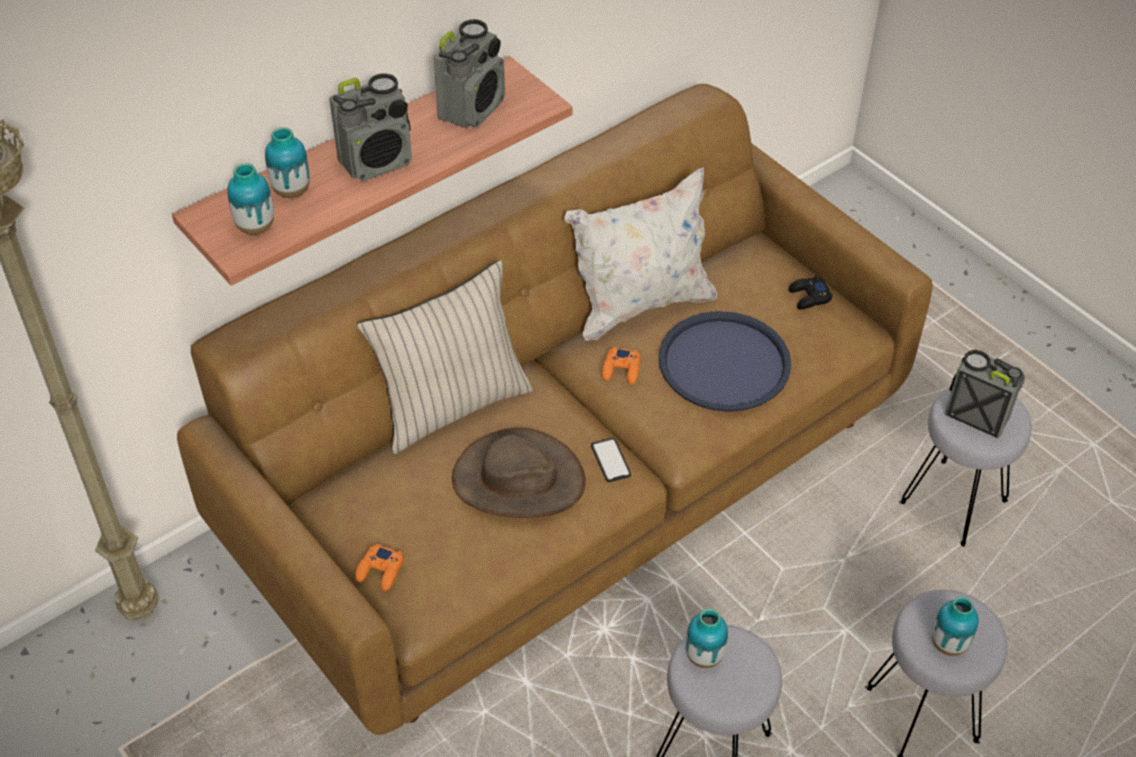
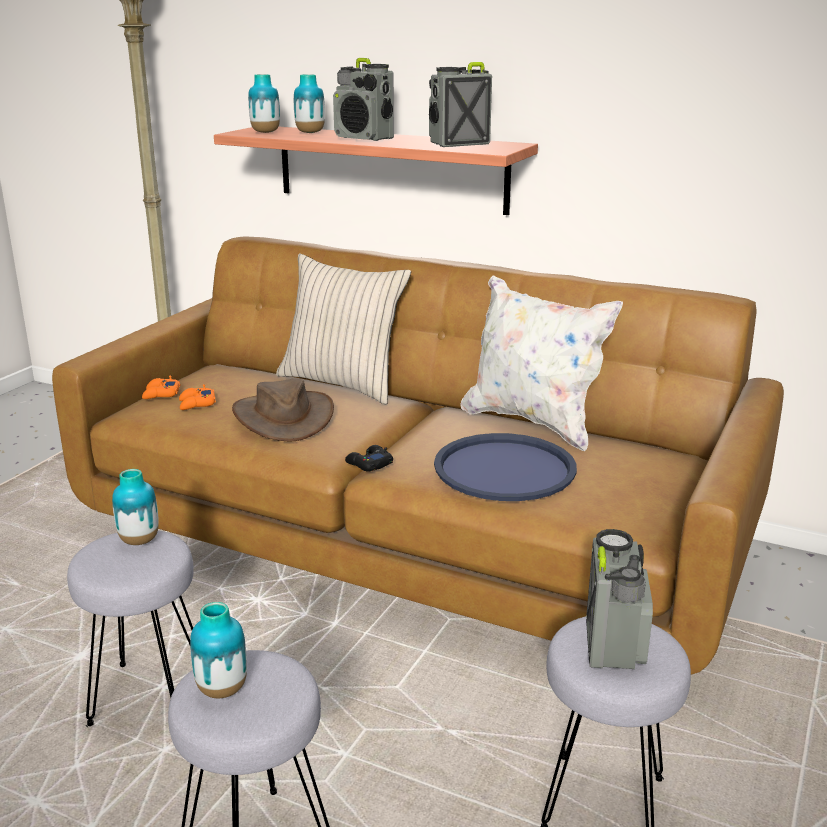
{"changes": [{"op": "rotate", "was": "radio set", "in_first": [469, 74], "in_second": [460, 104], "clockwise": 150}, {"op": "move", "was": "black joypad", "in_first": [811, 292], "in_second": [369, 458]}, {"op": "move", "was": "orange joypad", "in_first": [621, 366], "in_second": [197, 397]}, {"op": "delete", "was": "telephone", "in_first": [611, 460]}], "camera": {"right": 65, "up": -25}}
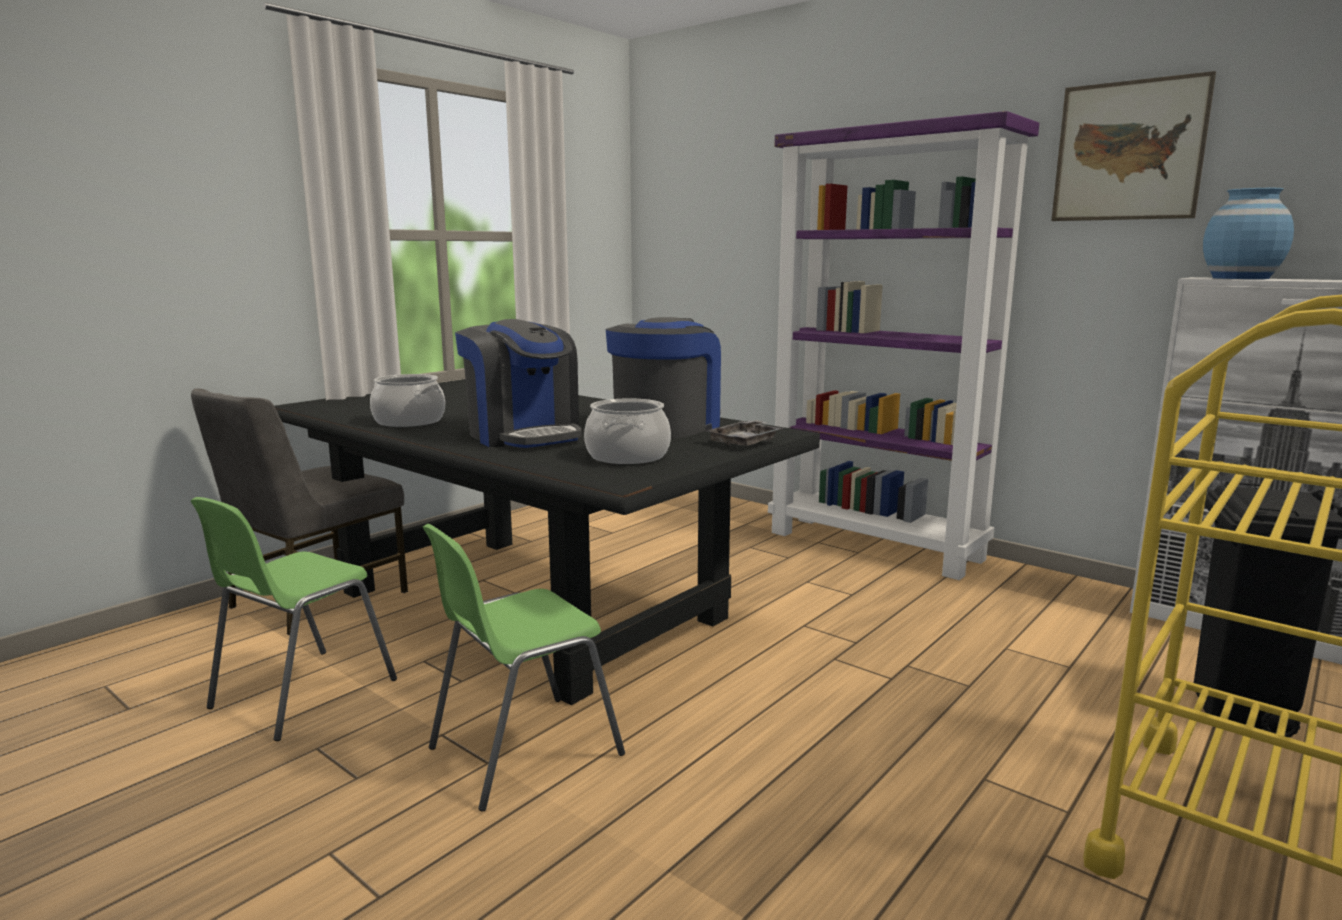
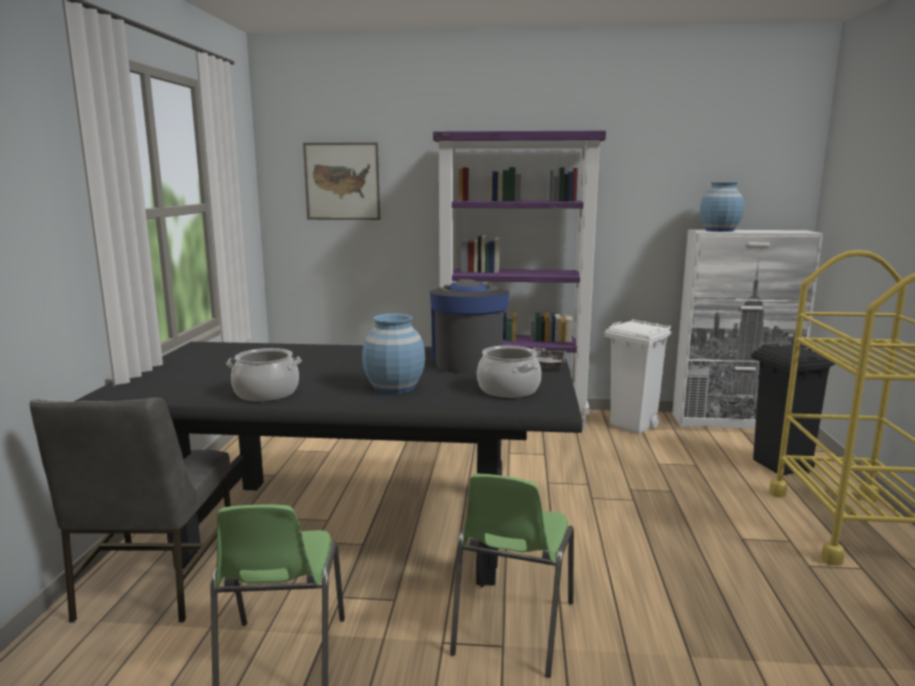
{"changes": [{"op": "move", "was": "wall picture", "in_first": [1133, 146], "in_second": [341, 181]}, {"op": "replace", "was": "coffee brewer", "now": "blue-coloured flower vase", "in_first": [518, 383], "in_second": [393, 353]}, {"op": "insert", "now": "whitish rubbish bin", "in_second": [638, 376]}], "camera": {"right": -35, "up": 0}}
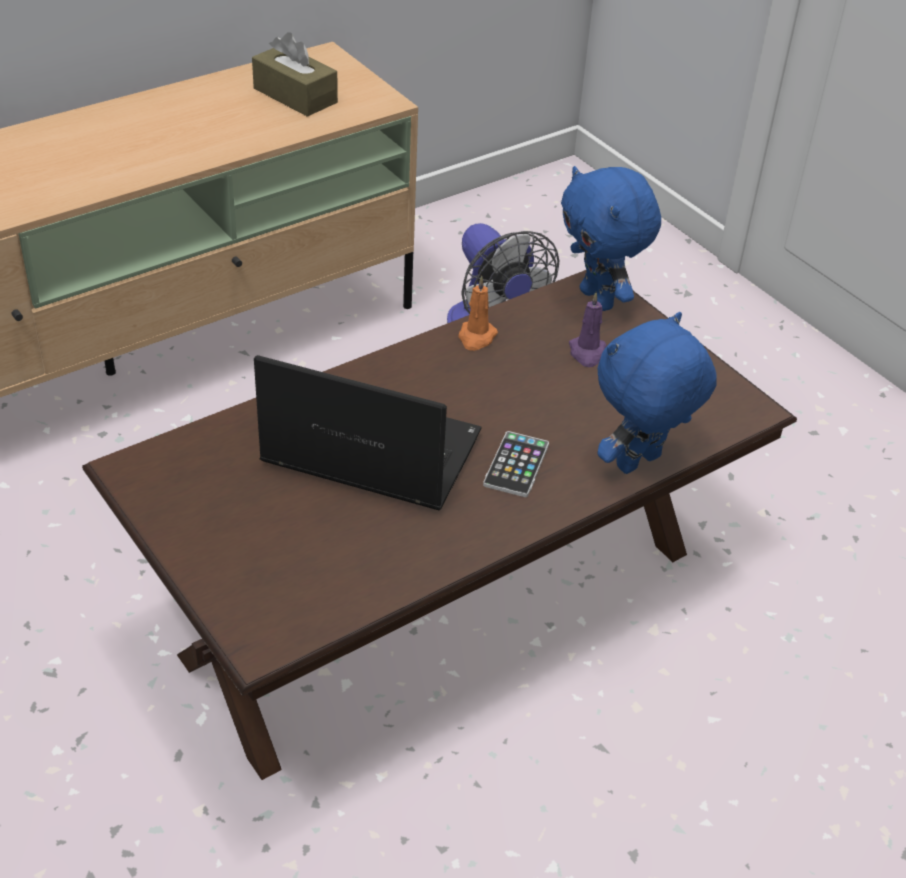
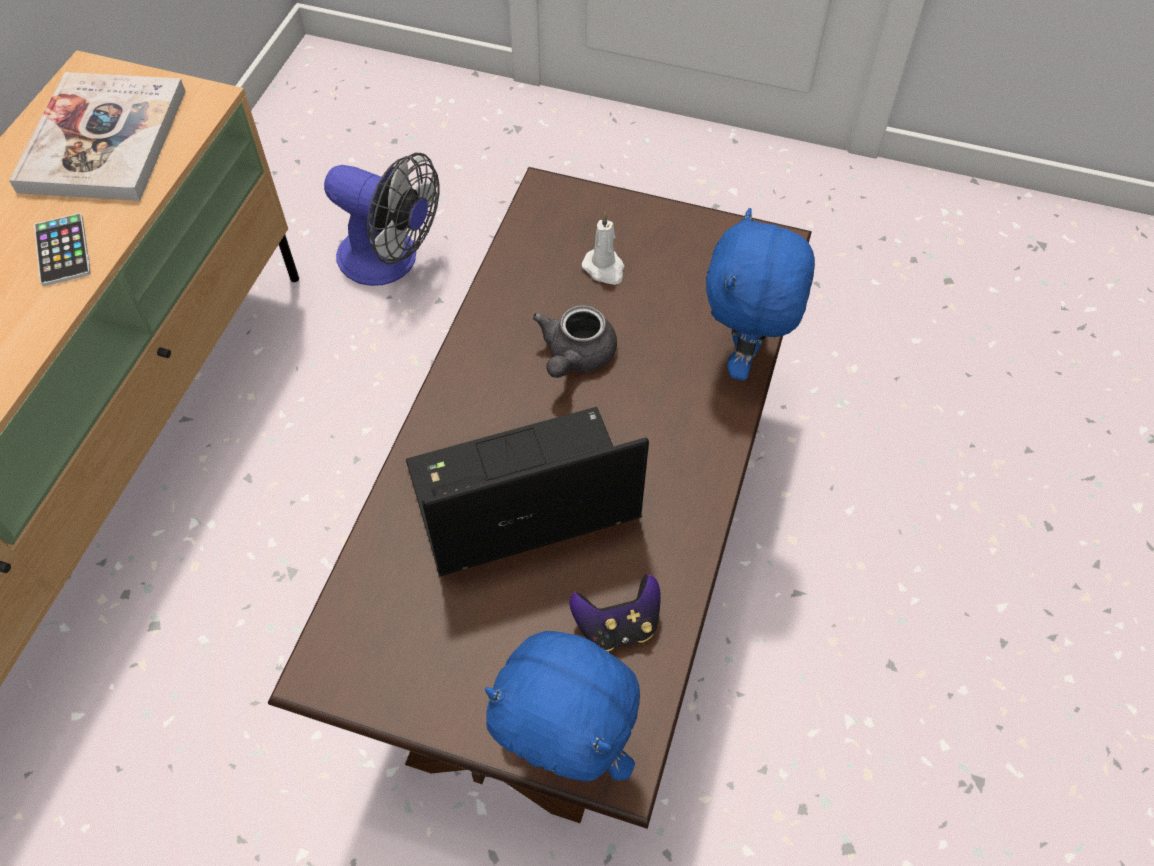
{"changes": [{"op": "replace", "was": "brown tissue box", "now": "bound book", "in_first": [295, 74], "in_second": [97, 136]}, {"op": "move", "was": "blue-coloured soft toy", "in_first": [611, 238], "in_second": [562, 706]}, {"op": "delete", "was": "orange wax candle", "in_first": [478, 313]}, {"op": "recolor", "was": "purple-coloured wax candle", "now": "whitish wax candle", "in_first": [587, 329], "in_second": [603, 249]}, {"op": "move", "was": "telephone", "in_first": [516, 464], "in_second": [62, 249]}, {"op": "insert", "now": "gray pot for tea", "in_second": [574, 341]}, {"op": "insert", "now": "joypad", "in_second": [615, 612]}], "camera": {"right": -35, "up": 15}}
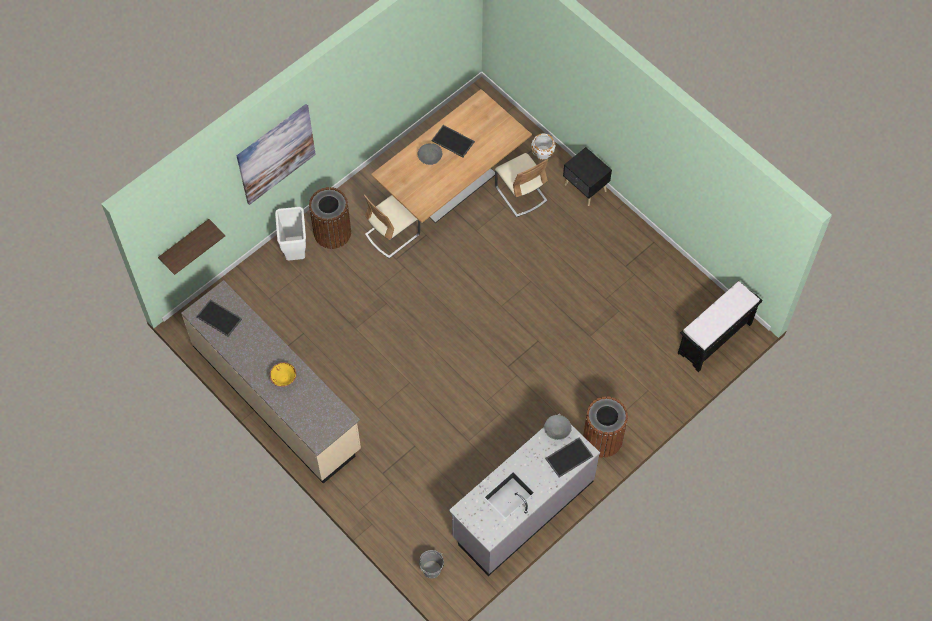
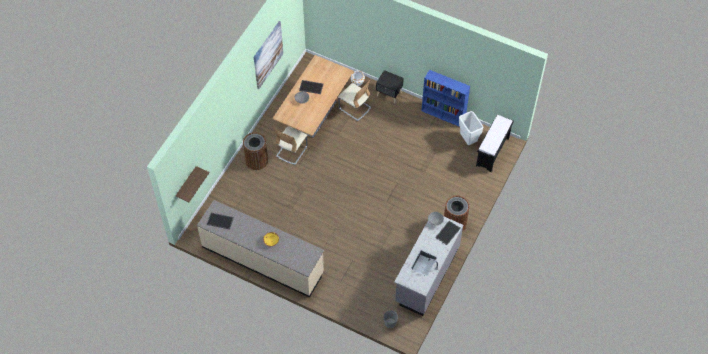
{"changes": [{"op": "move", "was": "wall picture", "in_first": [276, 154], "in_second": [268, 55]}, {"op": "move", "was": "whitish rubbish bin", "in_first": [290, 234], "in_second": [471, 128]}, {"op": "insert", "now": "blue-coloured bookcase", "in_second": [445, 98]}], "camera": {"right": -20, "up": -5}}
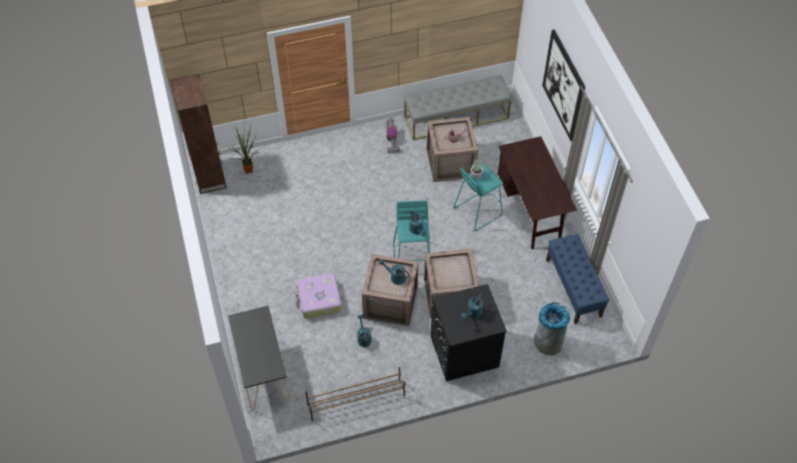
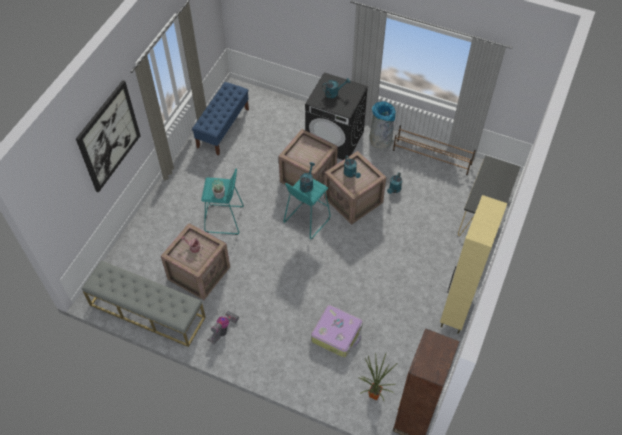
{"changes": [{"op": "delete", "was": "brown desk", "in_first": [537, 192]}, {"op": "move", "was": "travel case", "in_first": [319, 296], "in_second": [337, 331]}, {"op": "move", "was": "gray rubbish bin", "in_first": [552, 328], "in_second": [382, 125]}, {"op": "insert", "now": "beige-coloured cabinet", "in_second": [473, 264]}], "camera": {"right": -140, "up": 0}}
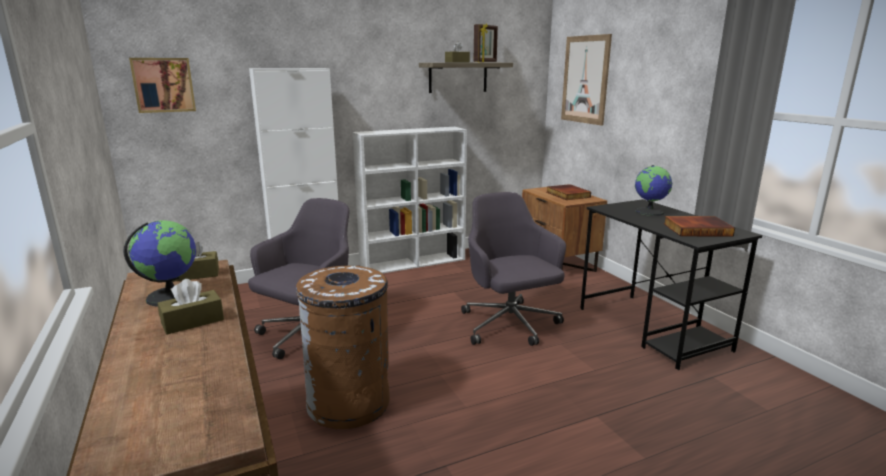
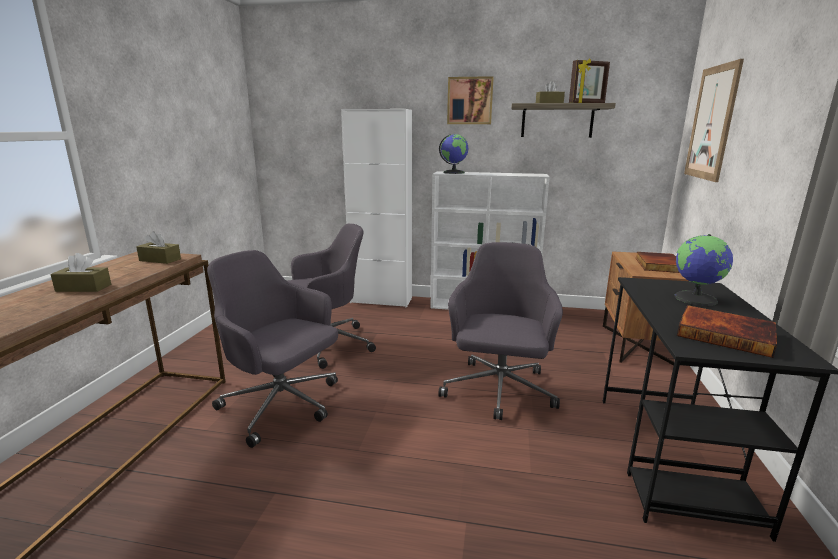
{"changes": [{"op": "move", "was": "wall picture", "in_first": [162, 85], "in_second": [470, 100]}, {"op": "move", "was": "world globe", "in_first": [159, 263], "in_second": [454, 154]}, {"op": "replace", "was": "brown rubbish bin", "now": "gray desk chair", "in_first": [343, 347], "in_second": [272, 349]}], "camera": {"right": 35, "up": 0}}
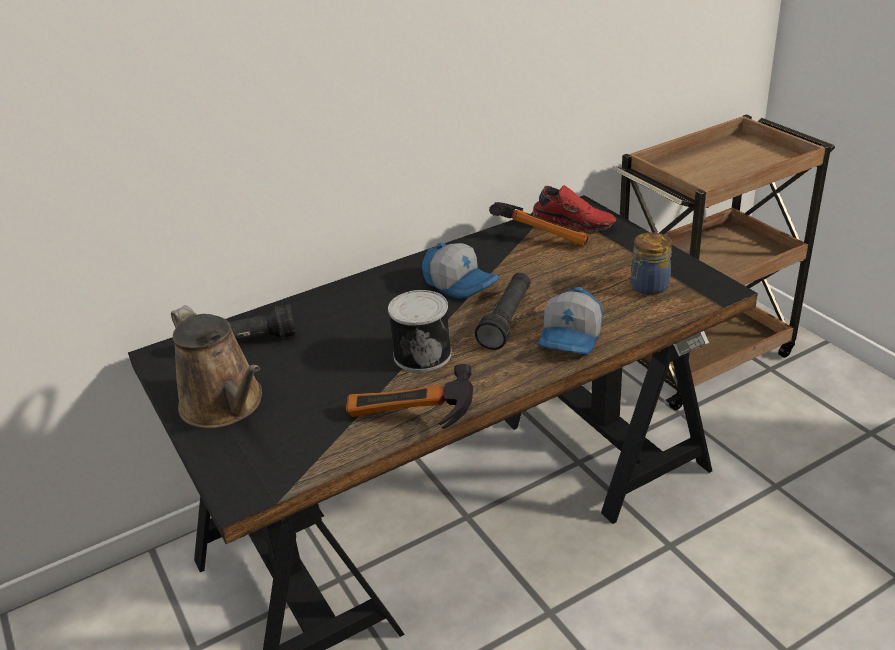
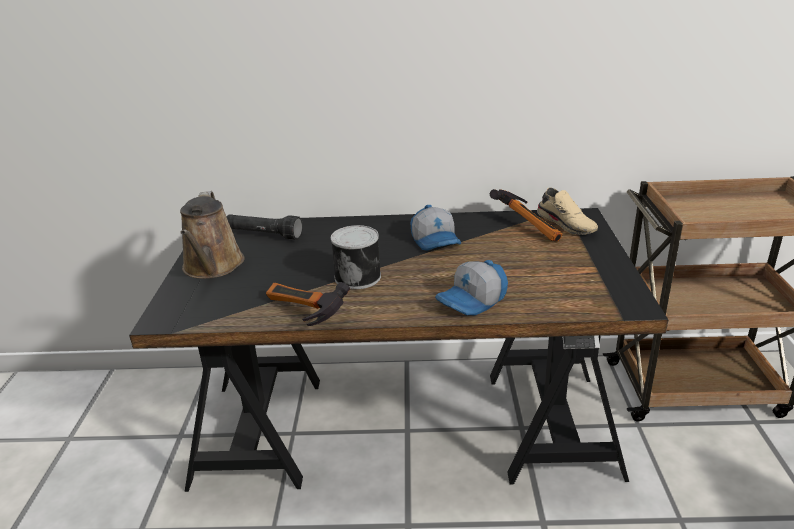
{"changes": [{"op": "recolor", "was": "red-coloured shoe", "now": "beige-coloured shoe", "in_first": [574, 208], "in_second": [567, 211]}, {"op": "delete", "was": "preserve jar", "in_first": [651, 263]}, {"op": "delete", "was": "black flashlight", "in_first": [502, 311]}], "camera": {"right": 30, "up": -5}}
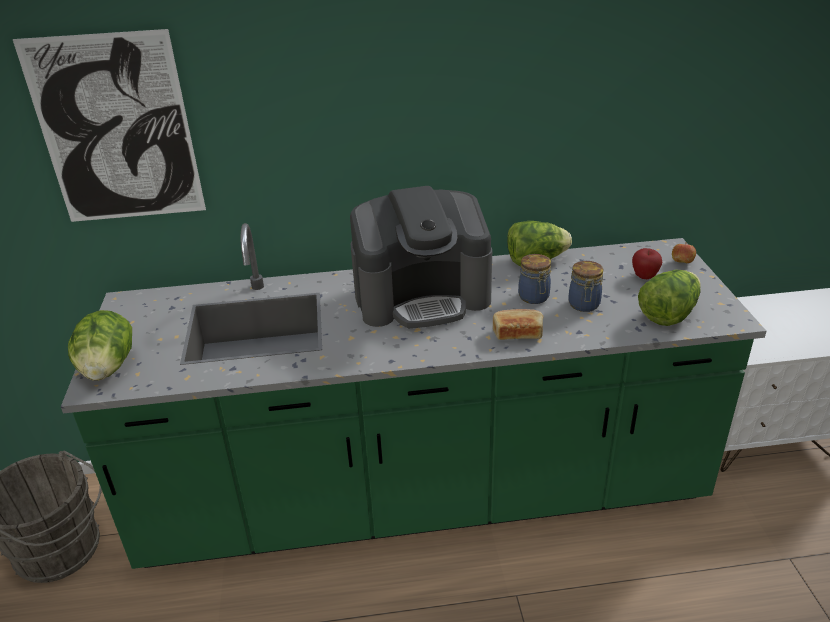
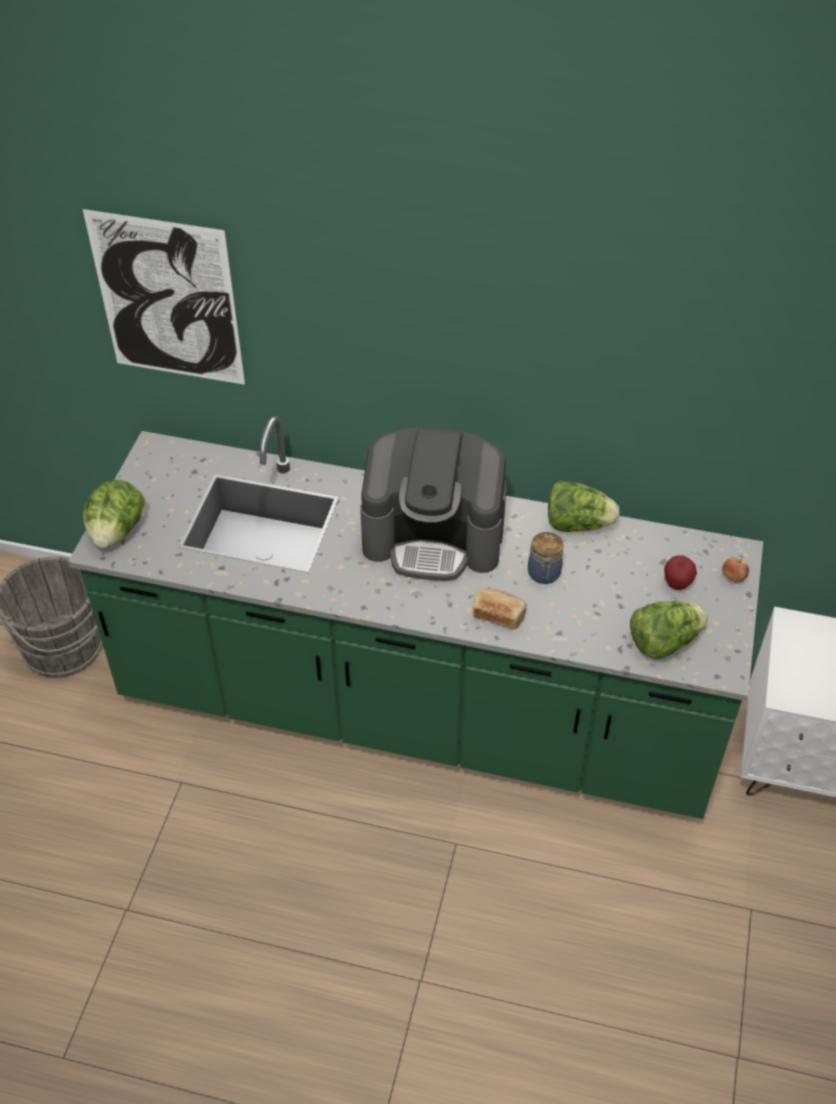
{"changes": [{"op": "delete", "was": "preserve jar", "in_first": [585, 286]}], "camera": {"right": 20, "up": 15}}
